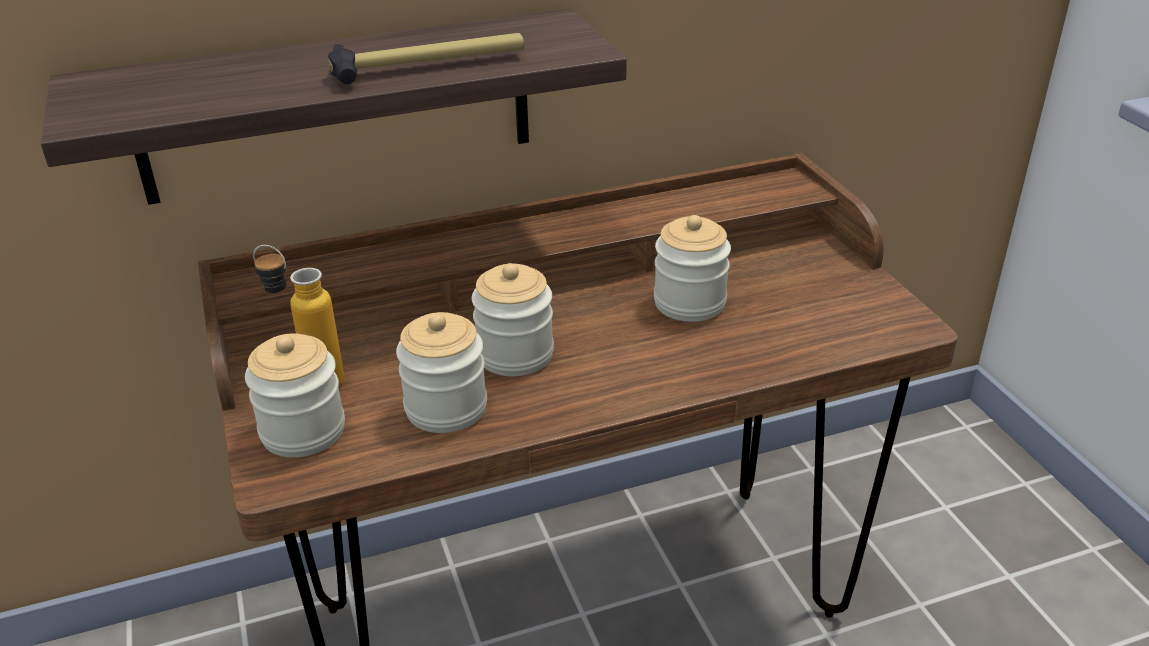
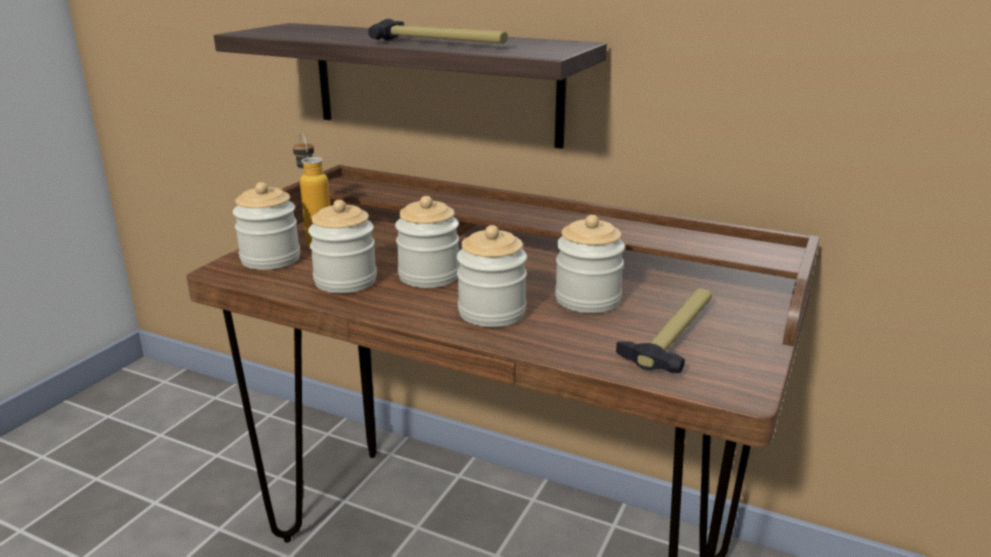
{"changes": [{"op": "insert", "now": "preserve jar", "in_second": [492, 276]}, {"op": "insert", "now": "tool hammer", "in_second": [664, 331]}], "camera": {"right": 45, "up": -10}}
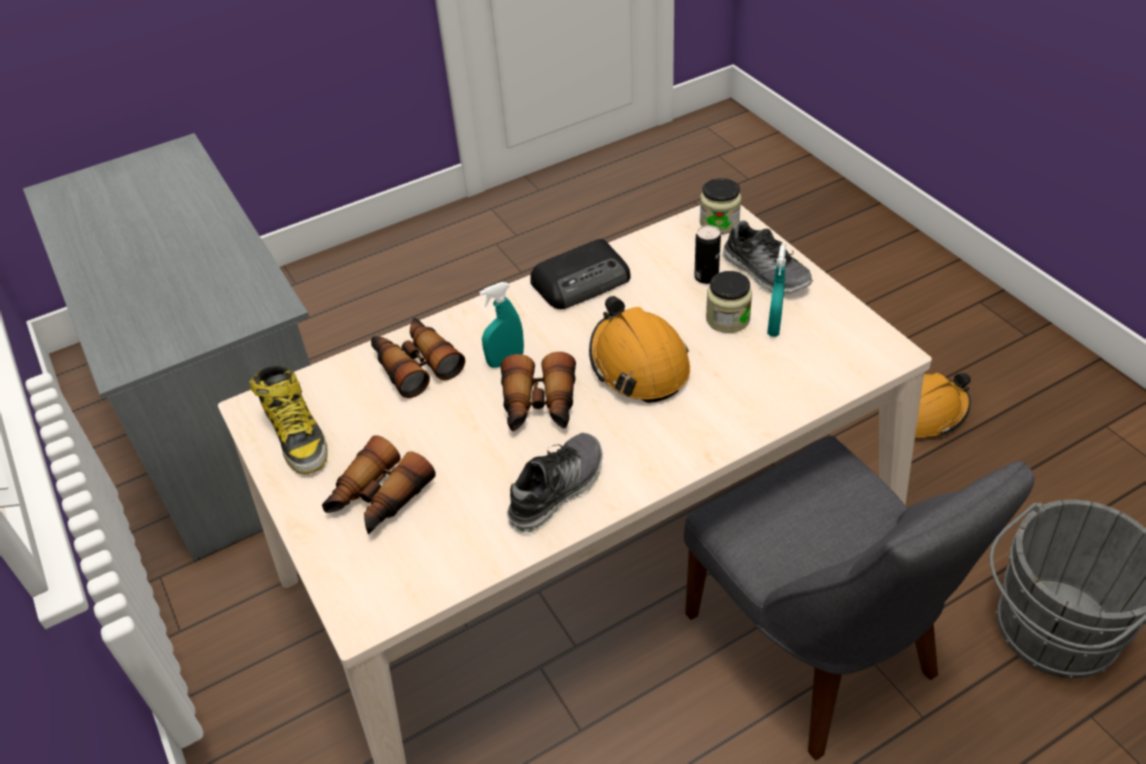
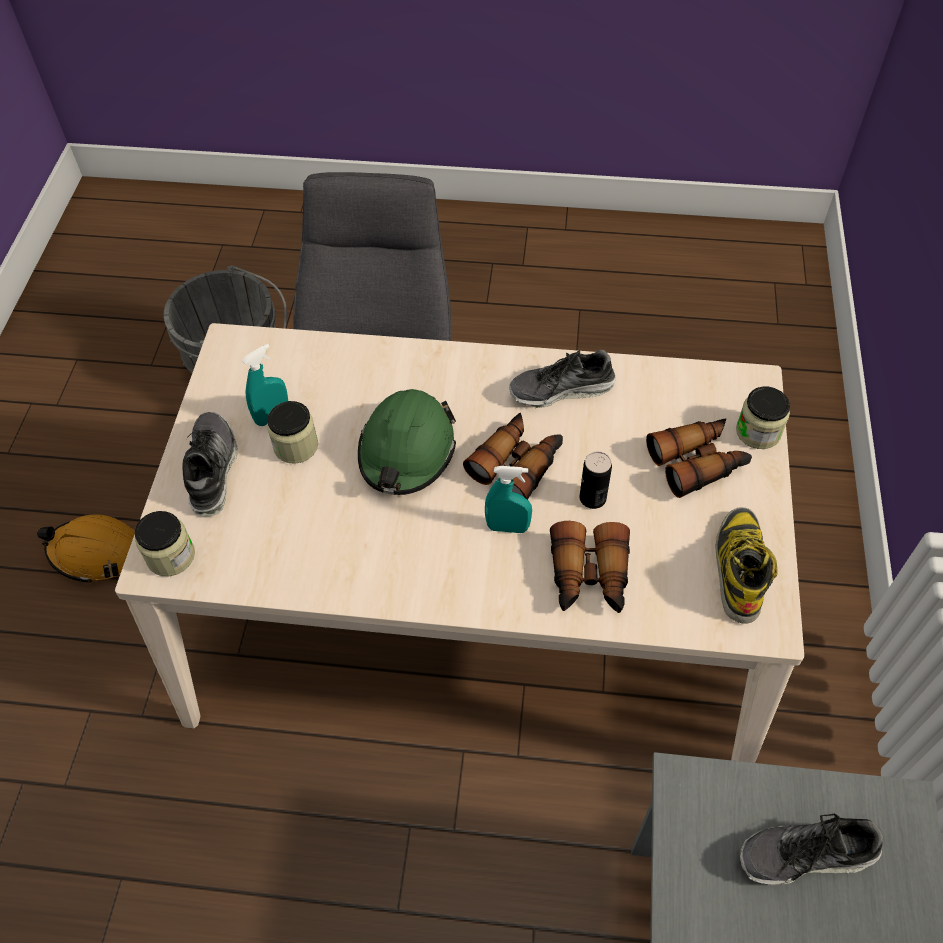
{"changes": [{"op": "move", "was": "sealed can", "in_first": [707, 254], "in_second": [595, 480]}, {"op": "delete", "was": "radio set", "in_first": [580, 274]}, {"op": "recolor", "was": "orange work helmet", "now": "green work helmet", "in_first": [639, 349], "in_second": [407, 442]}, {"op": "insert", "now": "preserve jar", "in_second": [763, 417]}, {"op": "insert", "now": "shoe", "in_second": [811, 849]}], "camera": {"right": -145, "up": 10}}
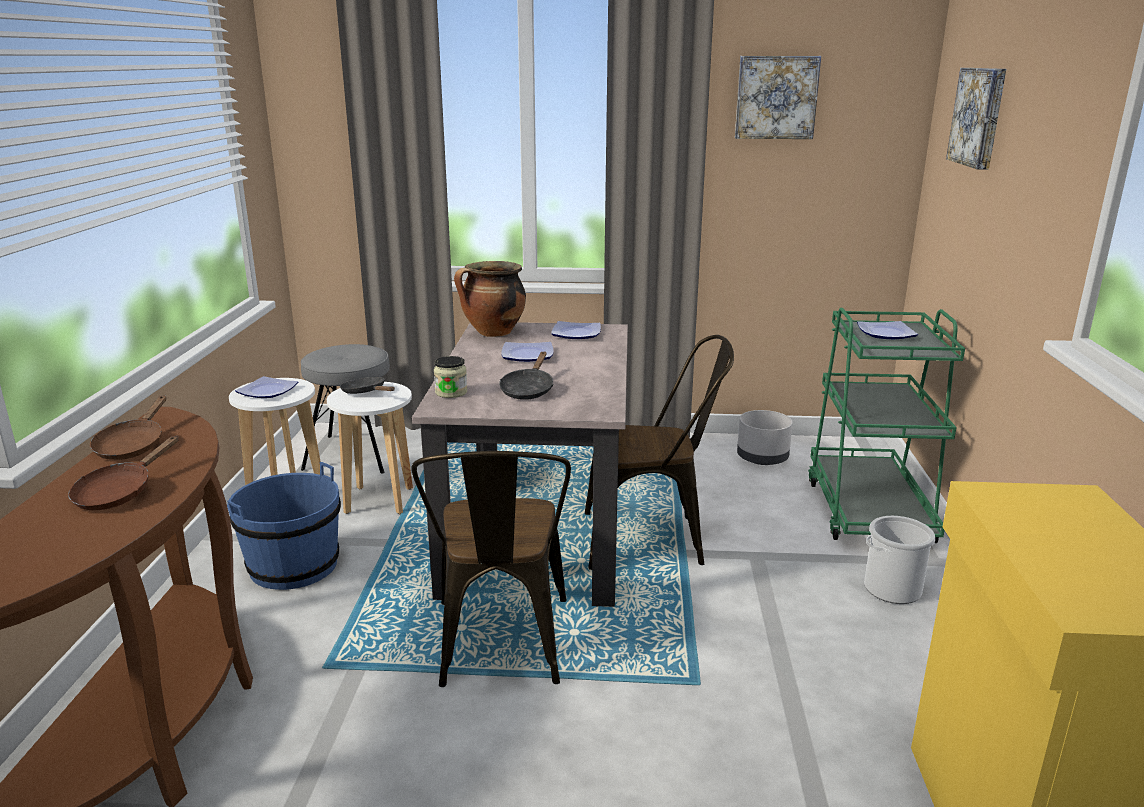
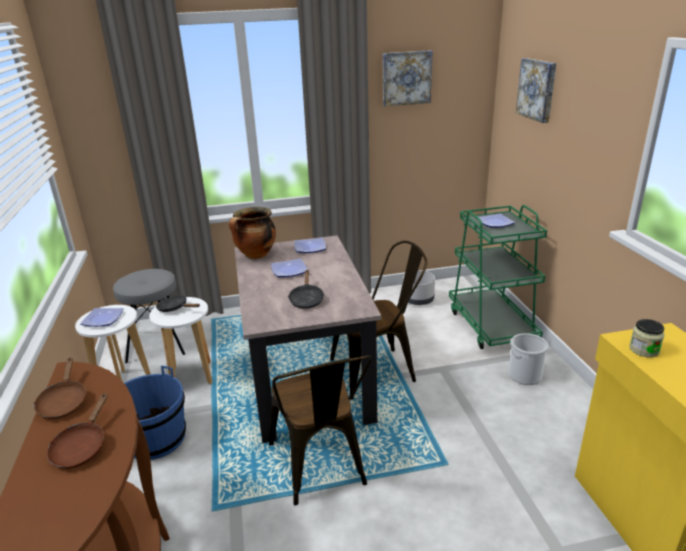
{"changes": [{"op": "move", "was": "preserve jar", "in_first": [450, 377], "in_second": [647, 338]}], "camera": {"right": -15, "up": 5}}
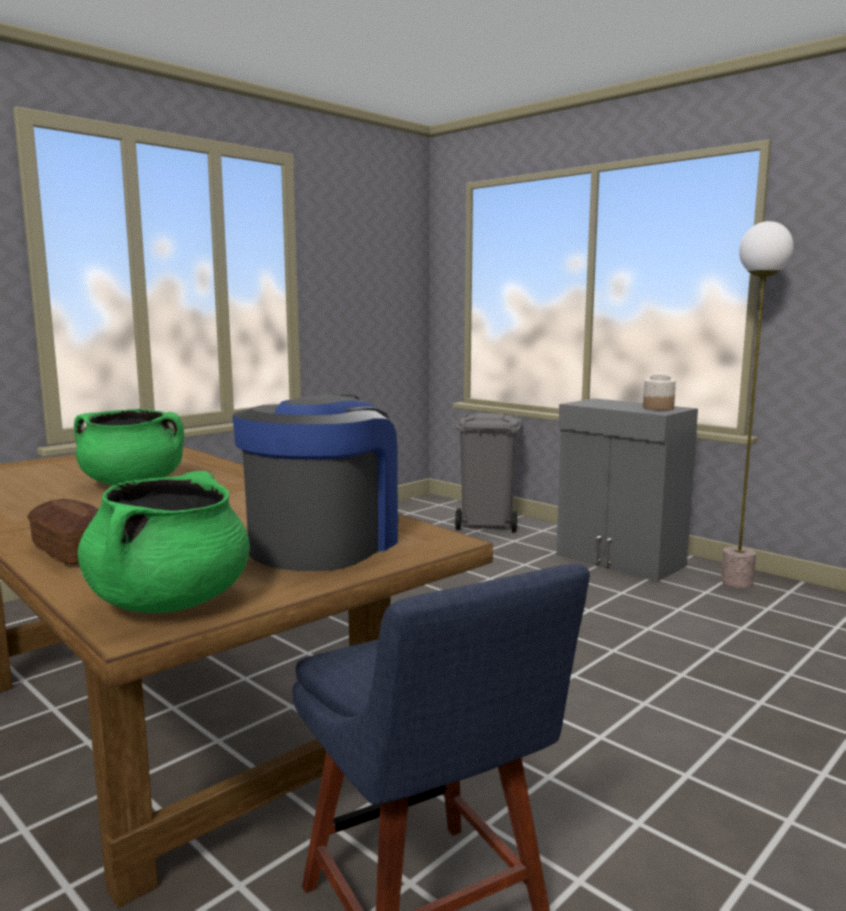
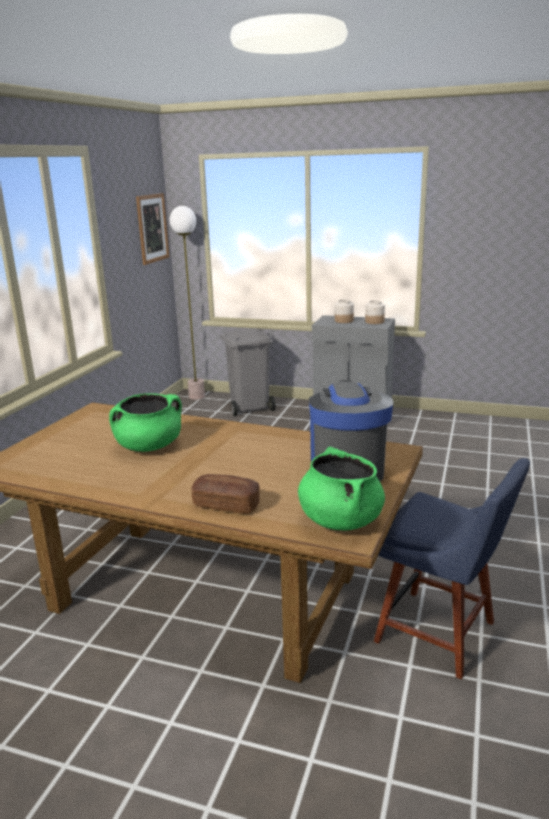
{"changes": [{"op": "move", "was": "standard lamp", "in_first": [757, 404], "in_second": [187, 303]}, {"op": "insert", "now": "wall picture", "in_second": [153, 229]}, {"op": "insert", "now": "preserve jar", "in_second": [344, 311]}], "camera": {"right": -25, "up": 10}}
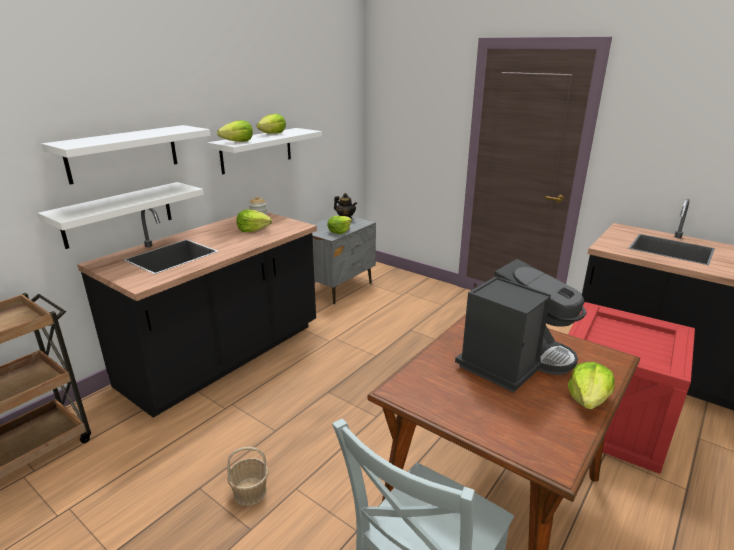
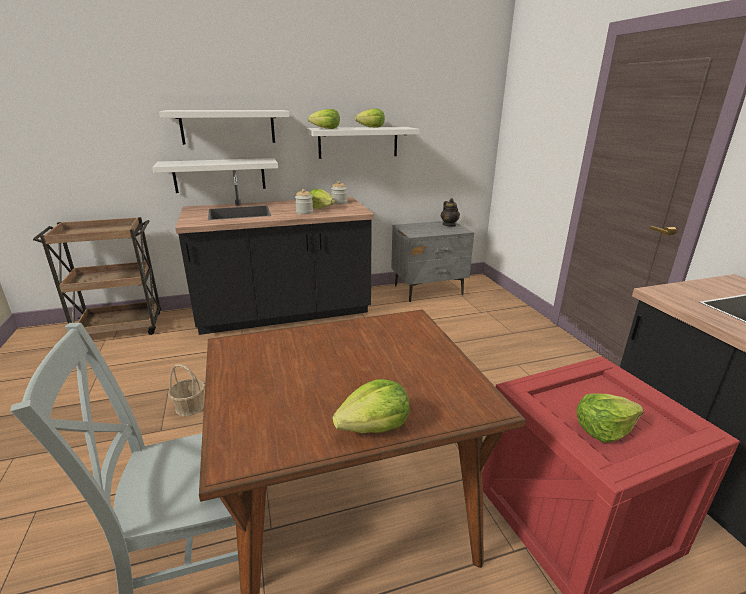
{"changes": [{"op": "move", "was": "lettuce", "in_first": [339, 225], "in_second": [610, 418]}, {"op": "delete", "was": "coffee brewer", "in_first": [520, 325]}, {"op": "insert", "now": "preserve jar", "in_second": [304, 201]}], "camera": {"right": 35, "up": 0}}
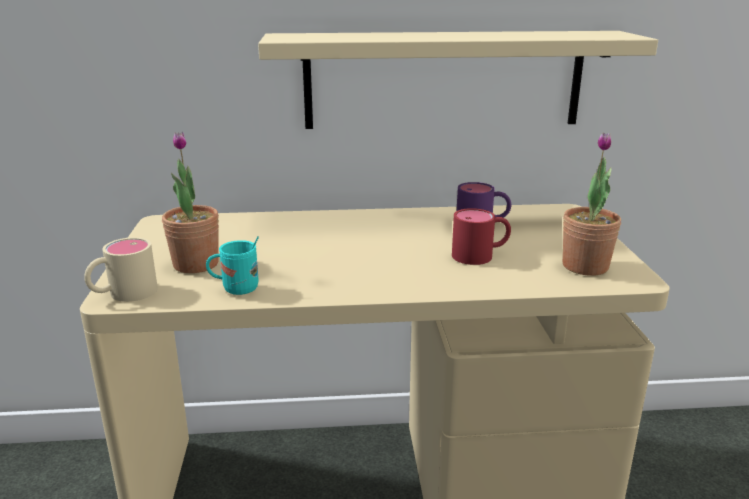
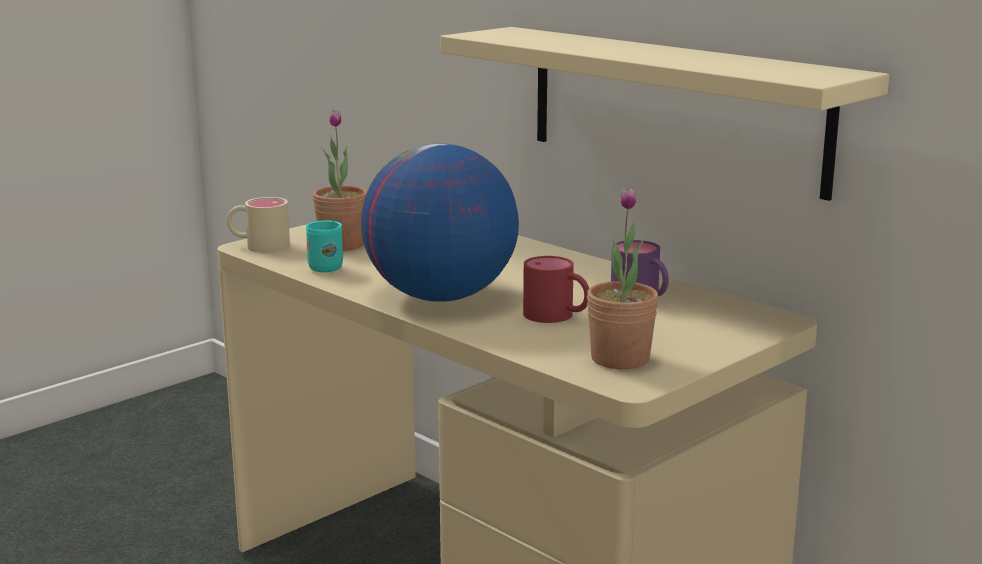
{"changes": [{"op": "insert", "now": "world globe", "in_second": [440, 222]}], "camera": {"right": 50, "up": -5}}
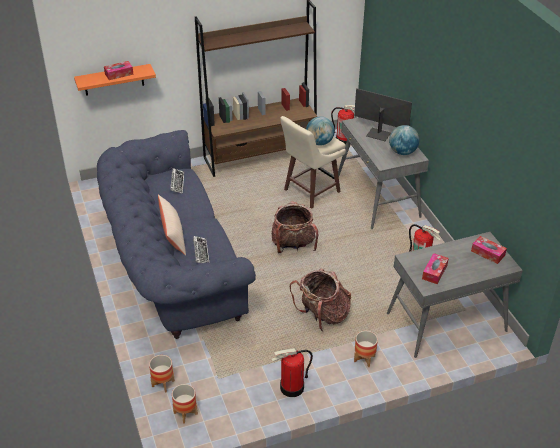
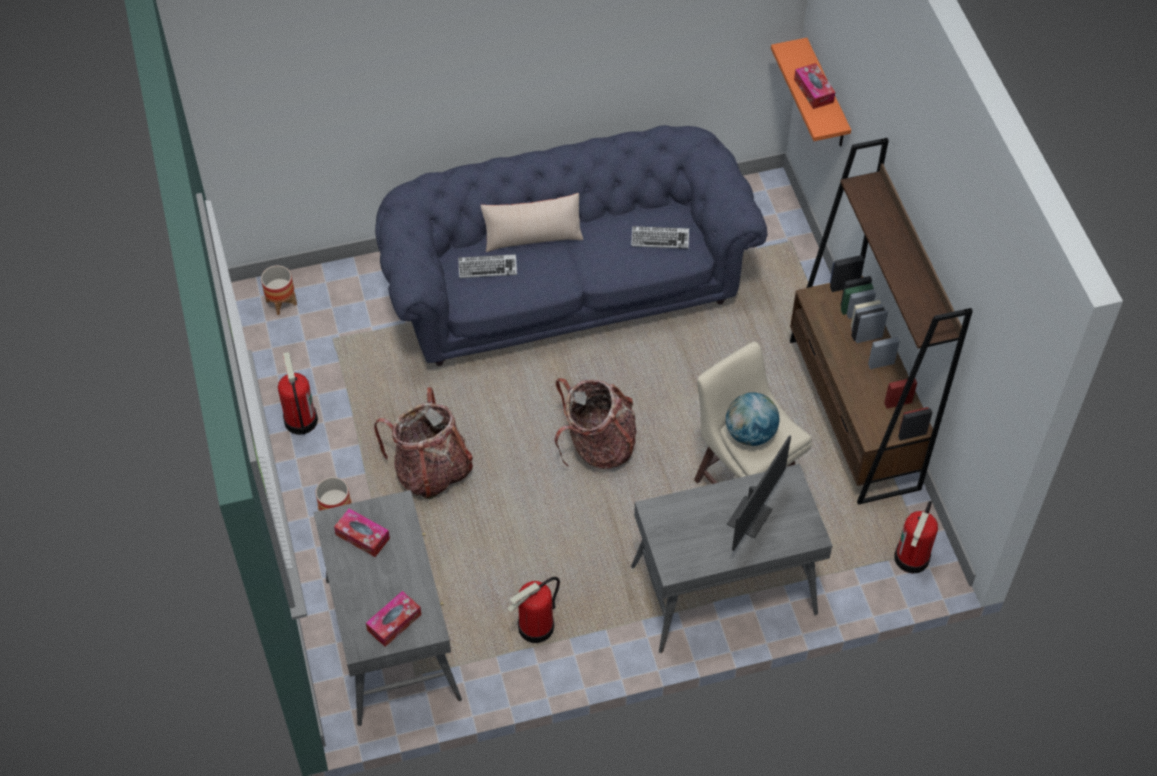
{"changes": [{"op": "delete", "was": "world globe", "in_first": [404, 140]}, {"op": "delete", "was": "plant pot", "in_first": [162, 374]}], "camera": {"right": 95, "up": 15}}
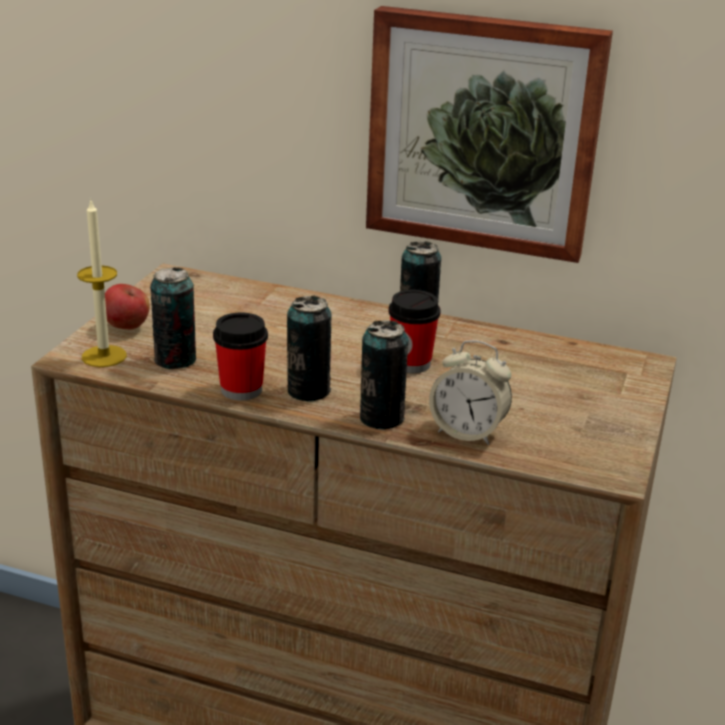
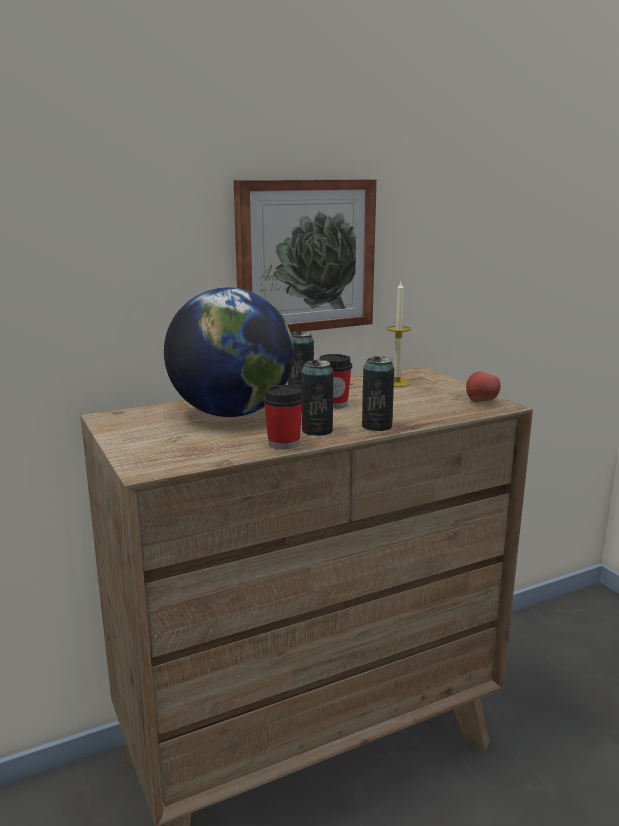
{"changes": [{"op": "move", "was": "wax candle", "in_first": [102, 284], "in_second": [399, 334]}, {"op": "delete", "was": "sealed can", "in_first": [173, 318]}, {"op": "move", "was": "apple fruit", "in_first": [127, 306], "in_second": [483, 387]}, {"op": "delete", "was": "bedside clock", "in_first": [470, 392]}, {"op": "insert", "now": "world globe", "in_second": [229, 352]}], "camera": {"right": -45, "up": -10}}
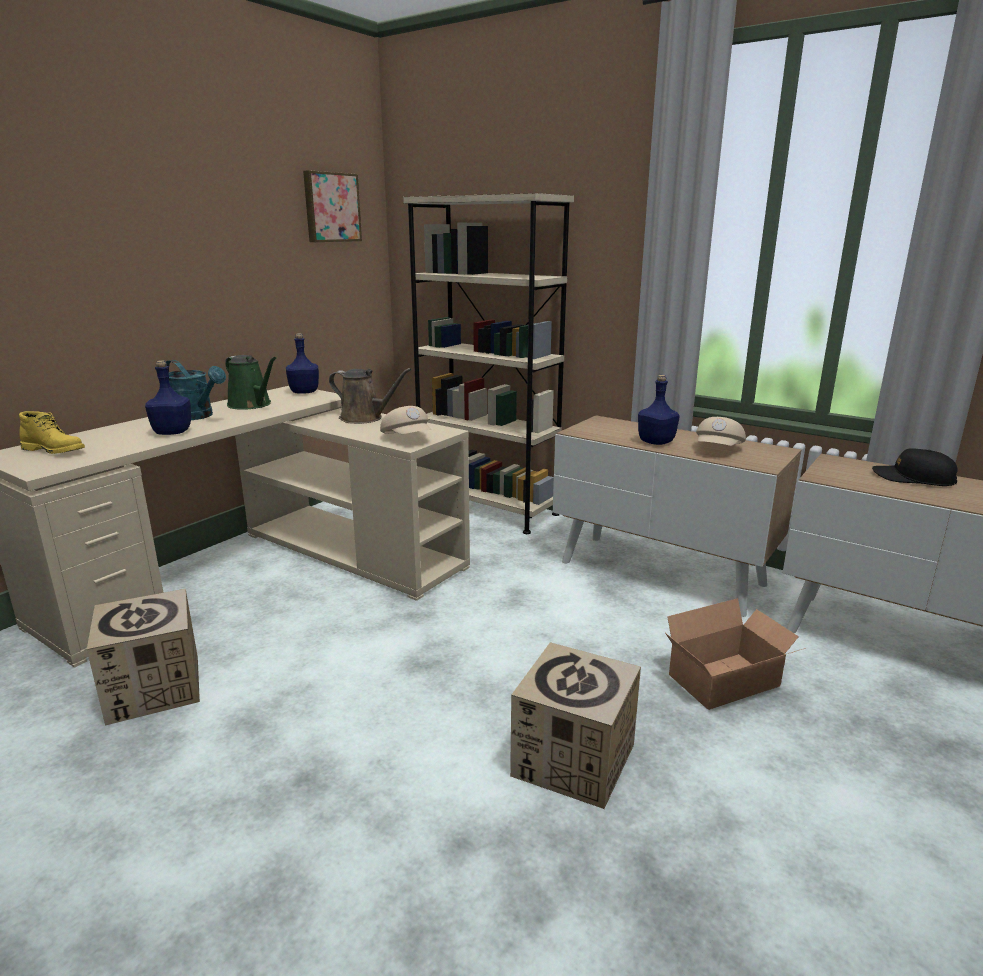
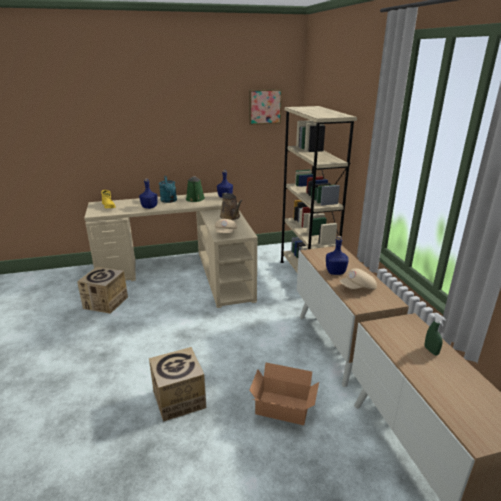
{"changes": [{"op": "replace", "was": "black cap", "now": "green sprayer", "in_first": [915, 467], "in_second": [435, 334]}], "camera": {"right": 40, "up": 5}}
